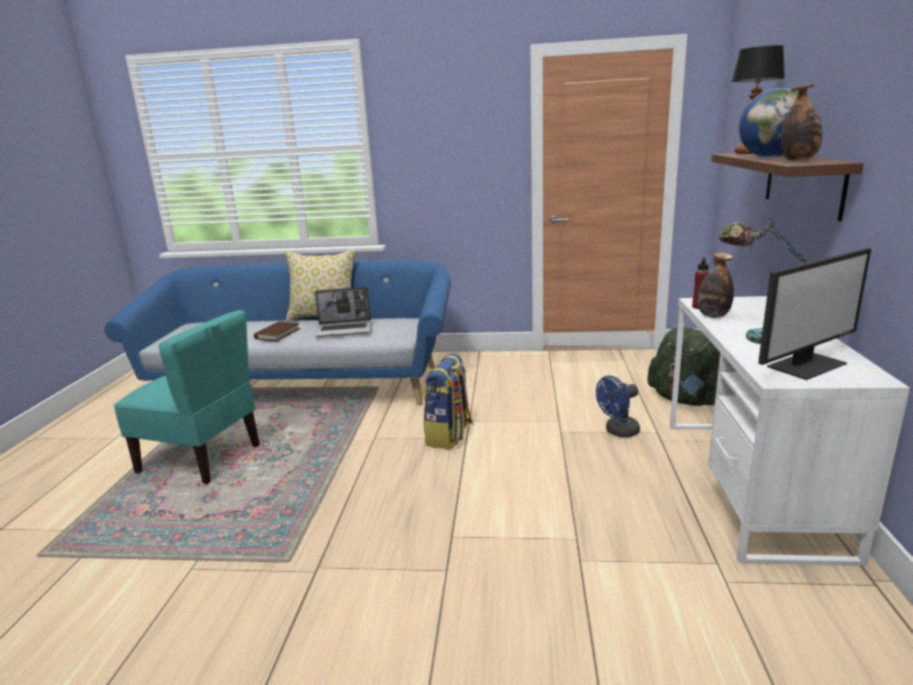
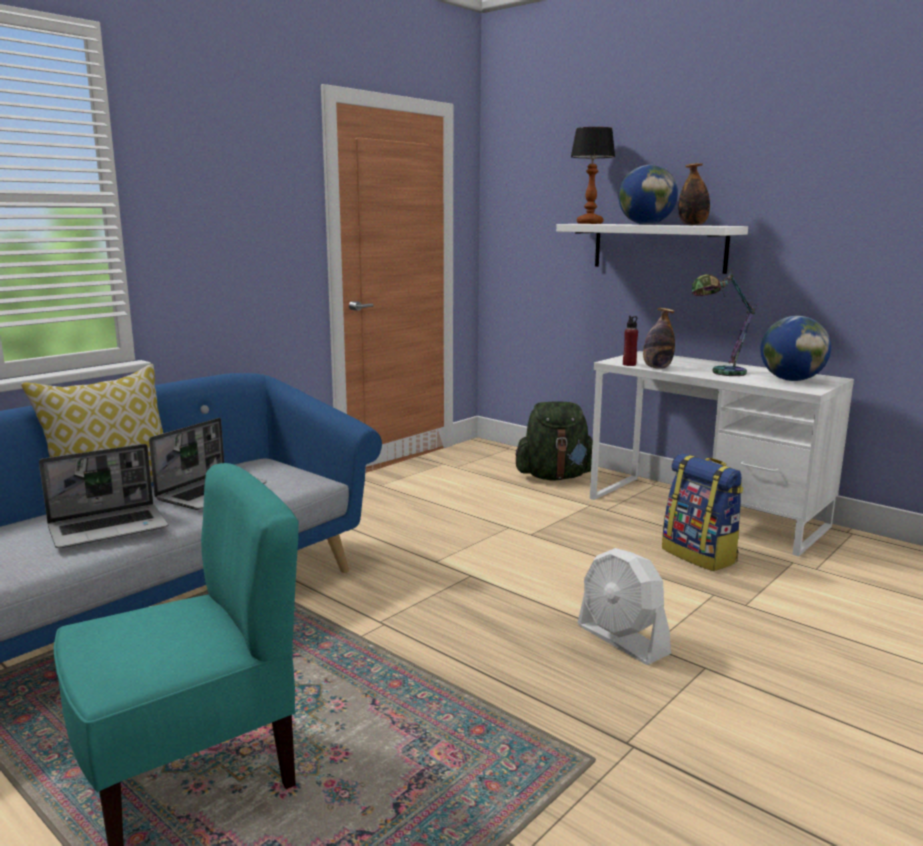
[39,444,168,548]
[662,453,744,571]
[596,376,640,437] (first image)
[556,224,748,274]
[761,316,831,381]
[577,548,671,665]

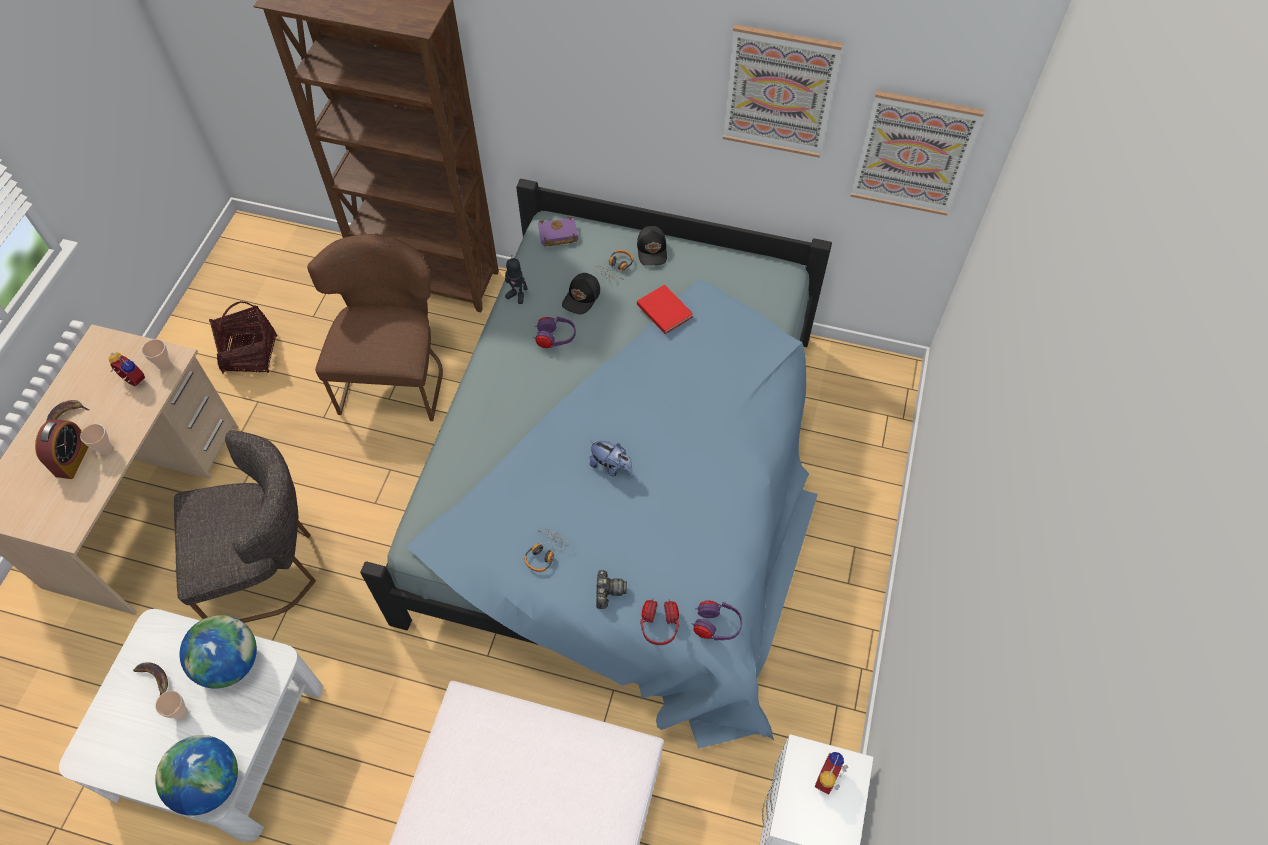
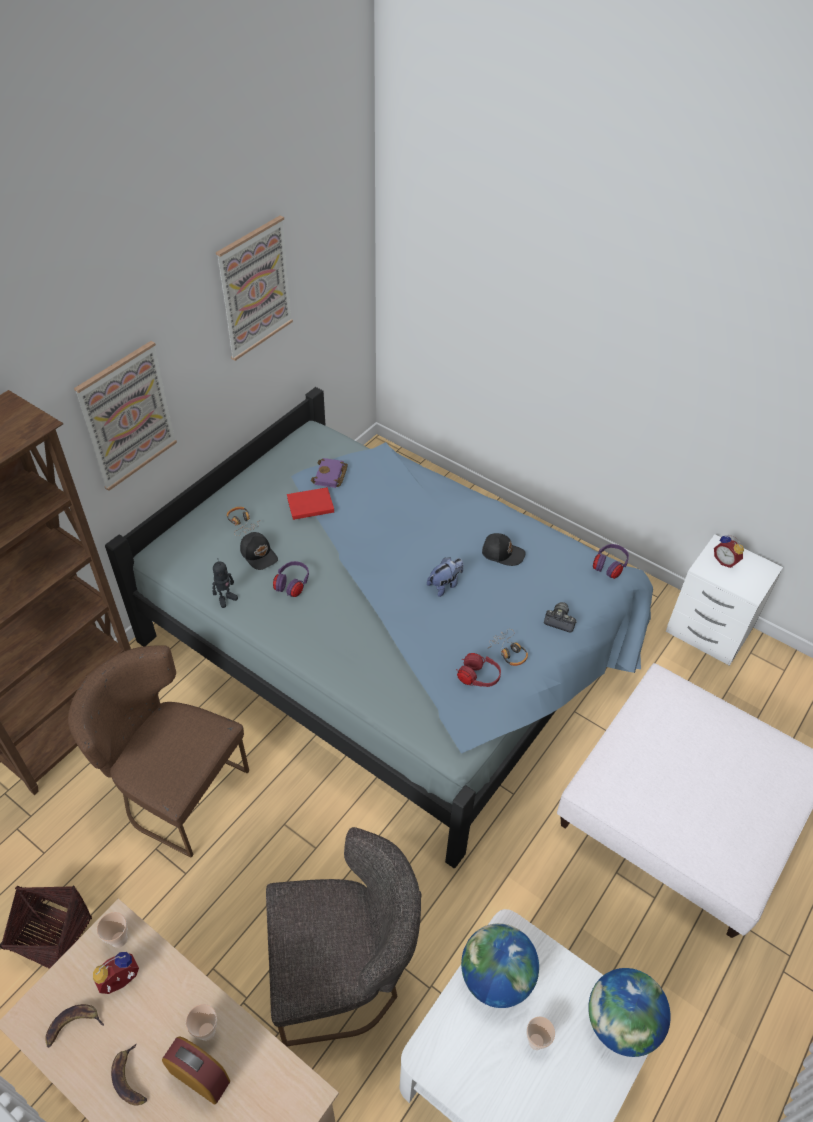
[45,1004,104,1048]
[266,827,421,1046]
[311,458,348,488]
[482,533,526,566]
[456,653,501,687]
[74,341,177,491]

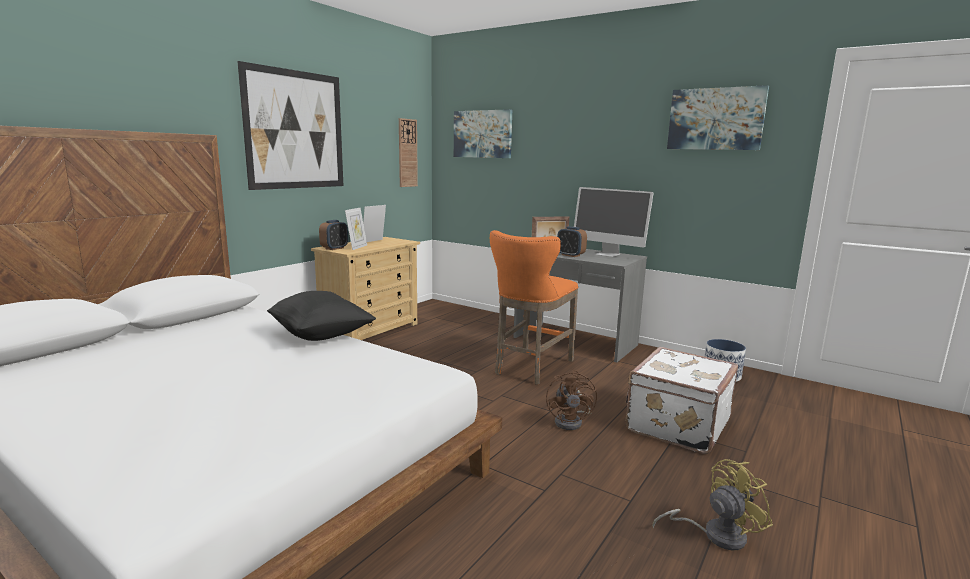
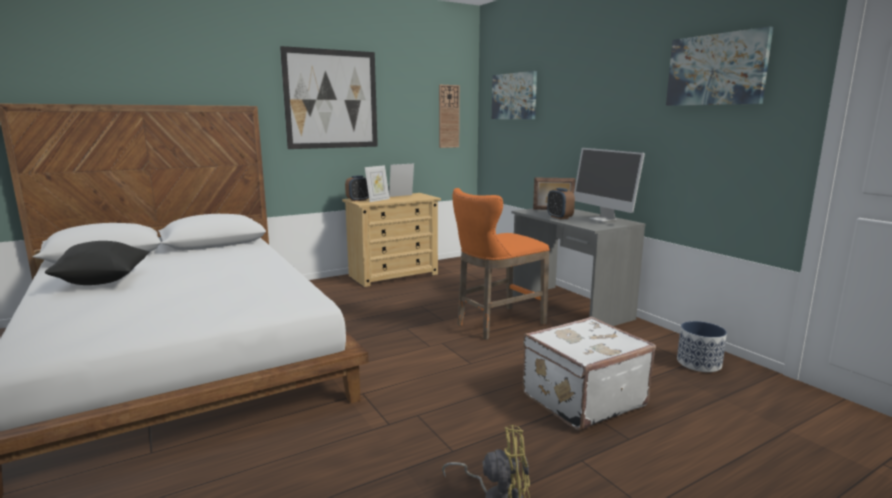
[45,241,149,285]
[546,370,597,430] (first image)

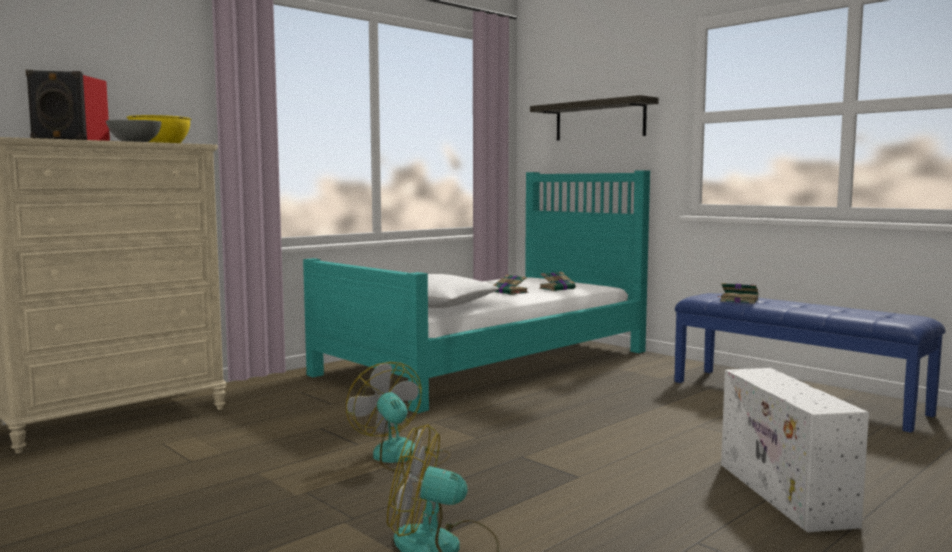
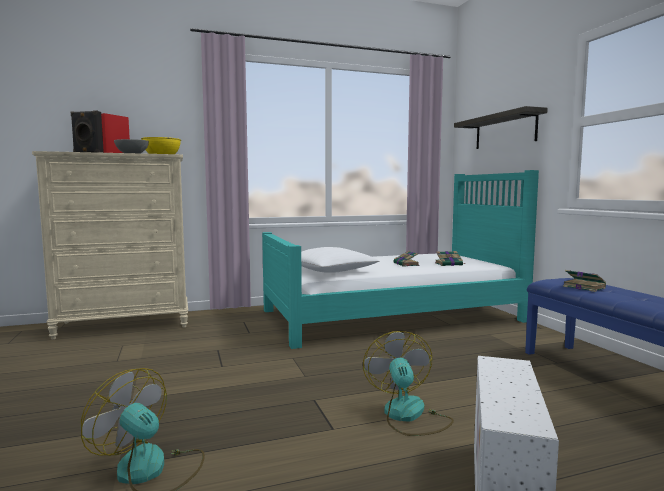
[363,331,454,436]

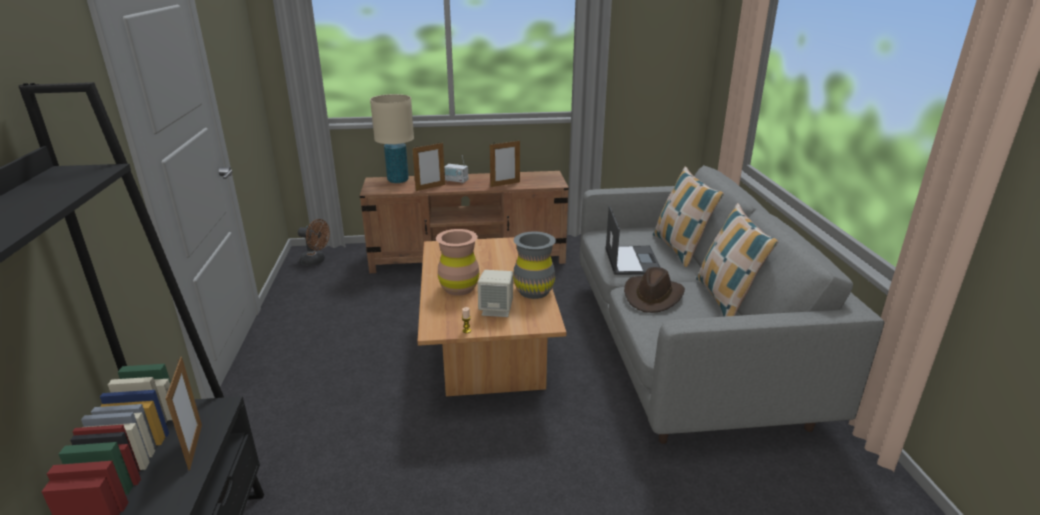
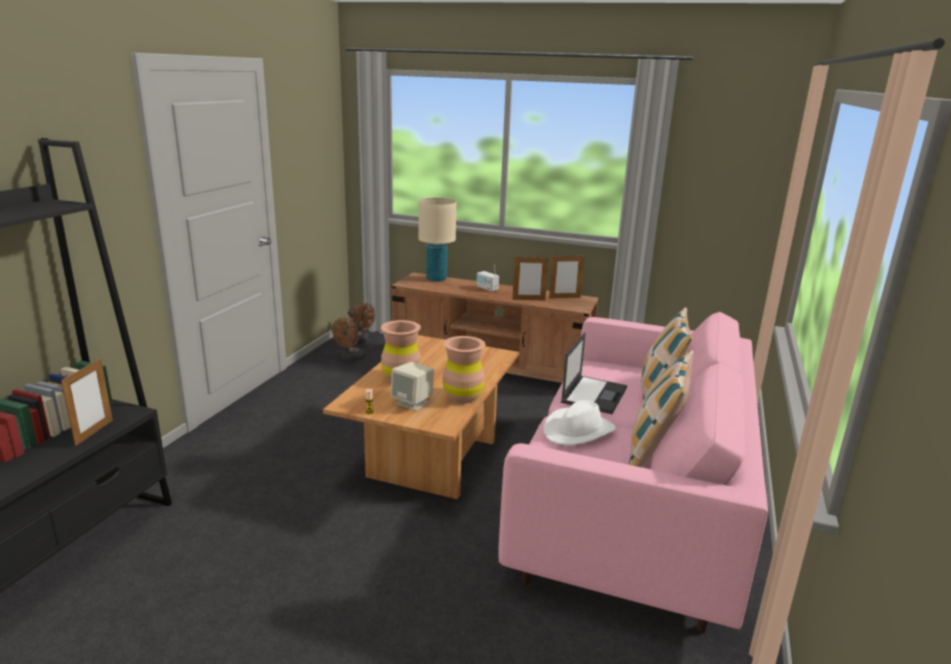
[549,254,585,298]
[442,336,486,403]
[498,312,768,633]
[543,400,616,445]
[332,318,365,361]

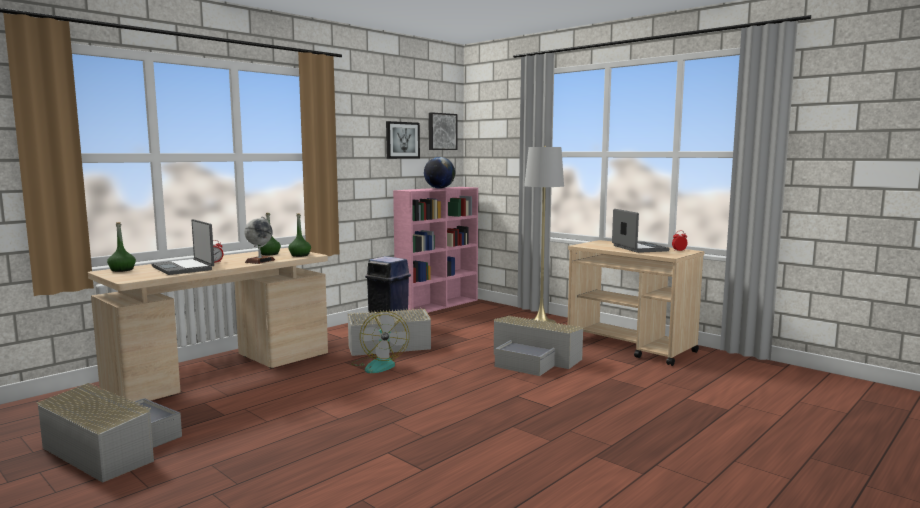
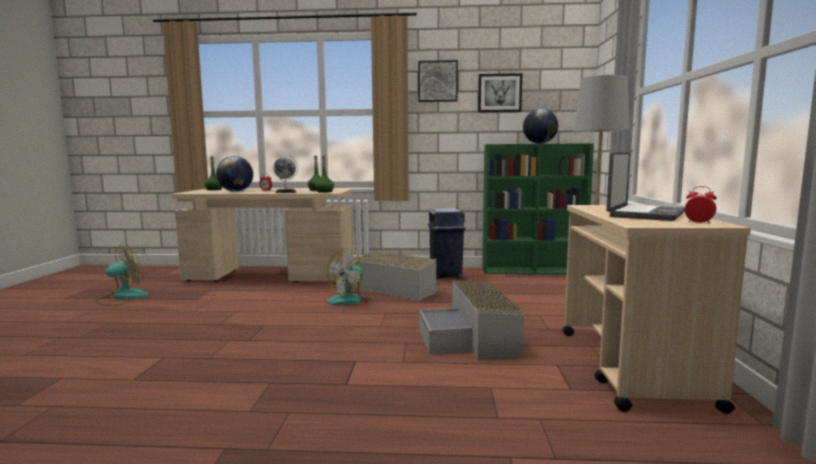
[94,245,149,305]
[216,156,253,192]
[482,143,594,274]
[418,60,458,102]

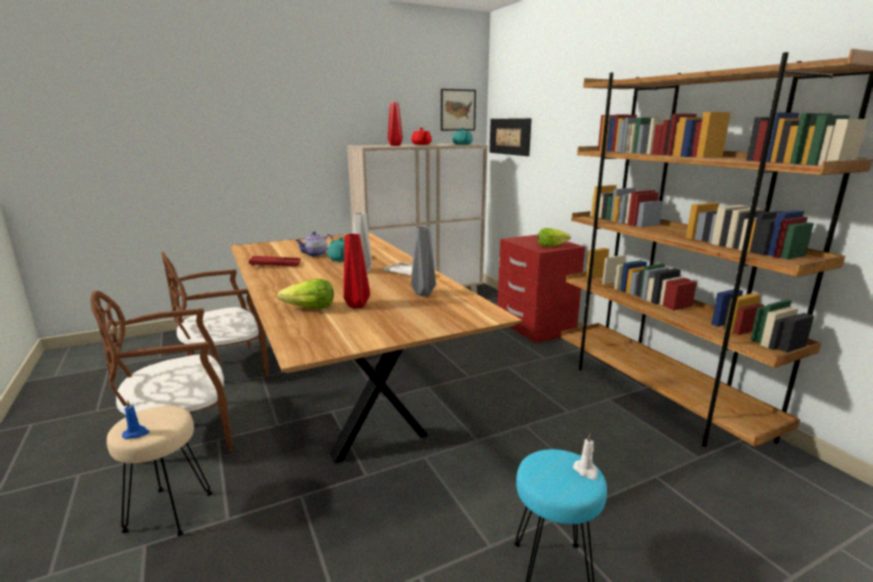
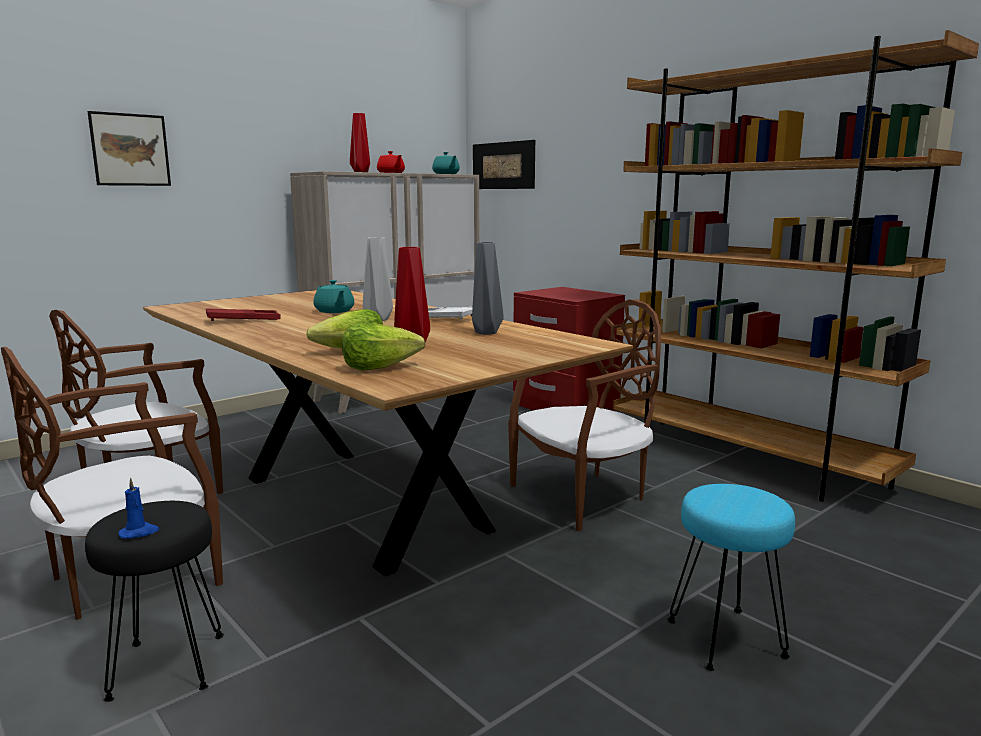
[85,501,224,702]
[295,231,334,257] (first image)
[87,111,171,186]
[342,323,425,371]
[573,434,598,480] (first image)
[508,299,661,531]

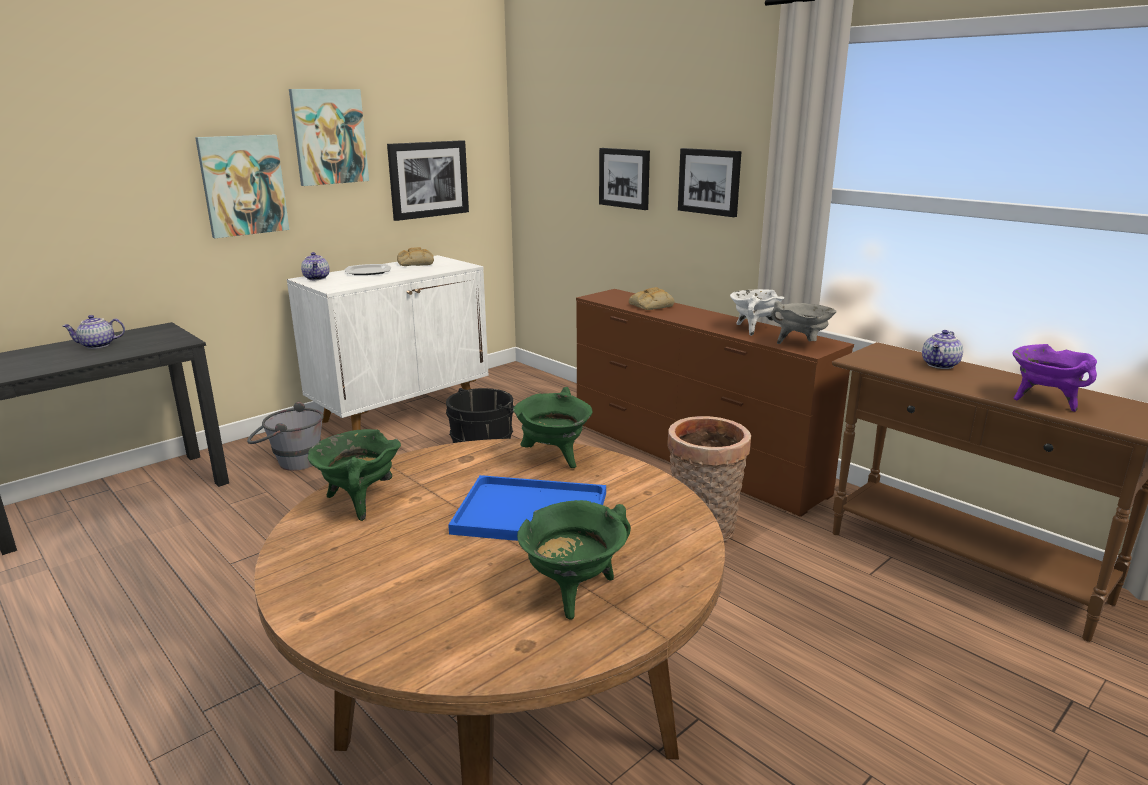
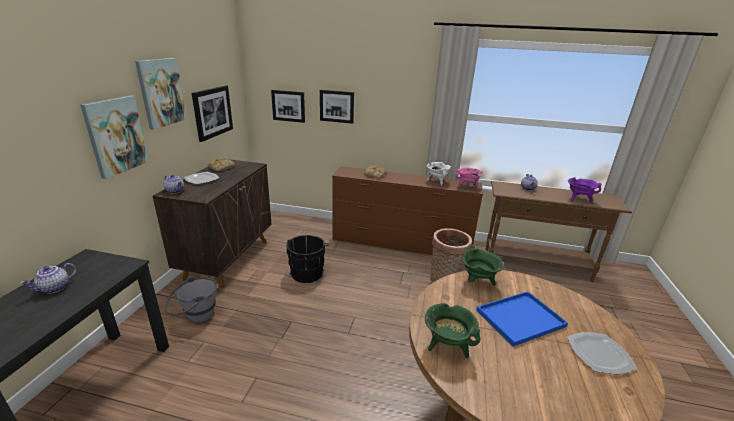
[152,159,271,288]
[567,332,637,374]
[271,90,305,123]
[456,168,483,189]

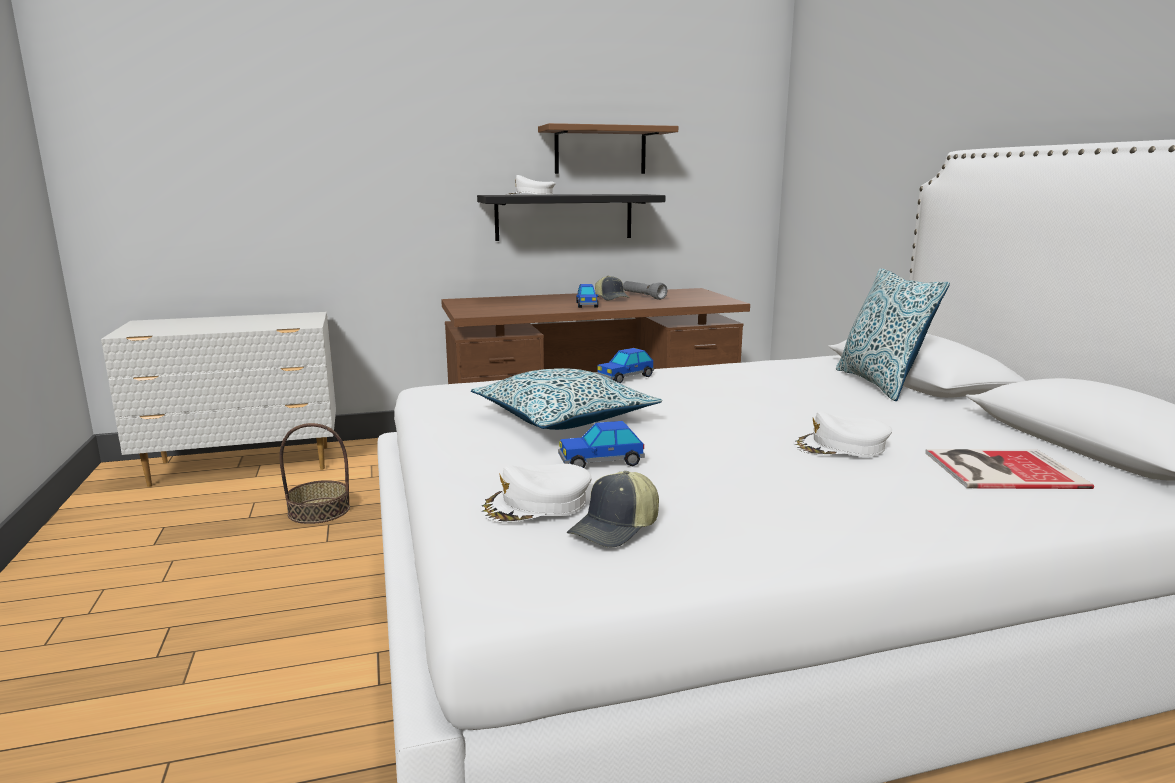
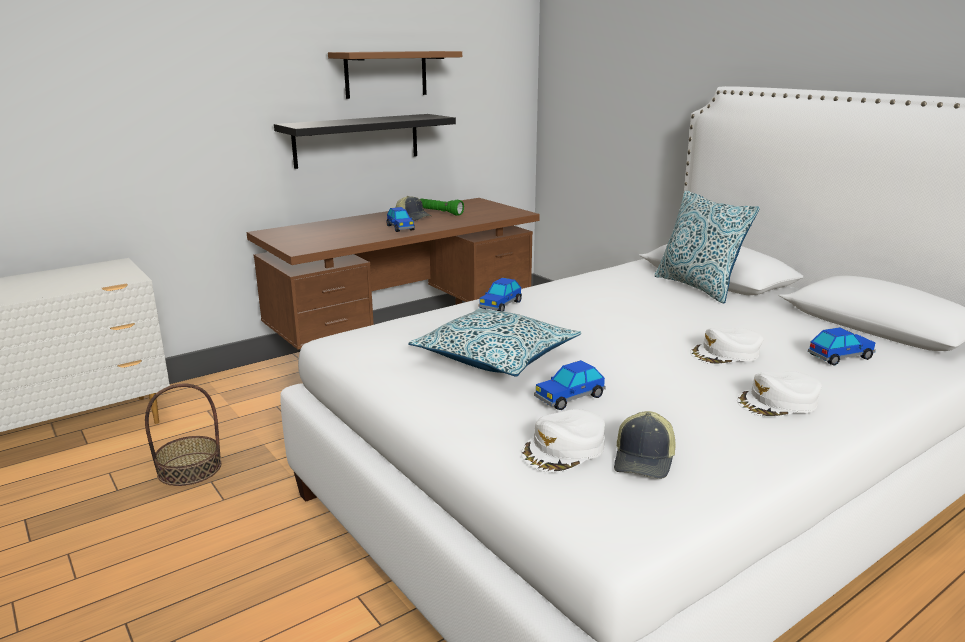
[737,372,822,417]
[420,198,464,216]
[808,327,876,366]

